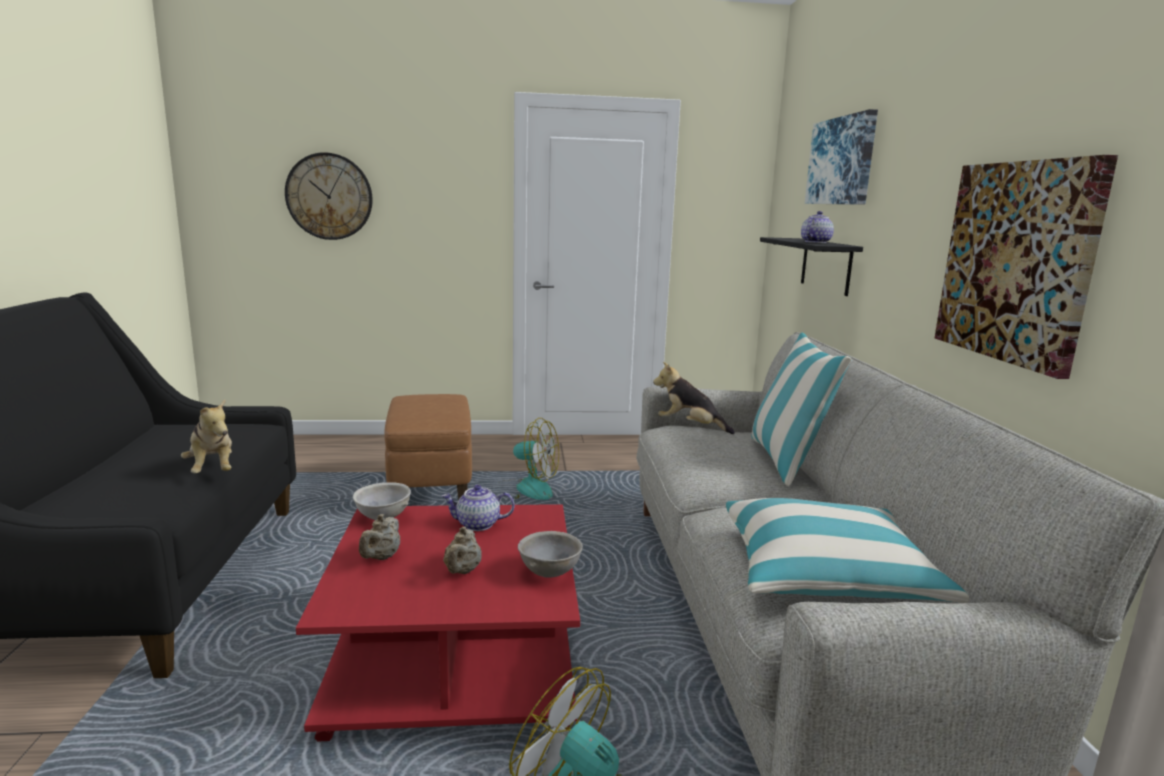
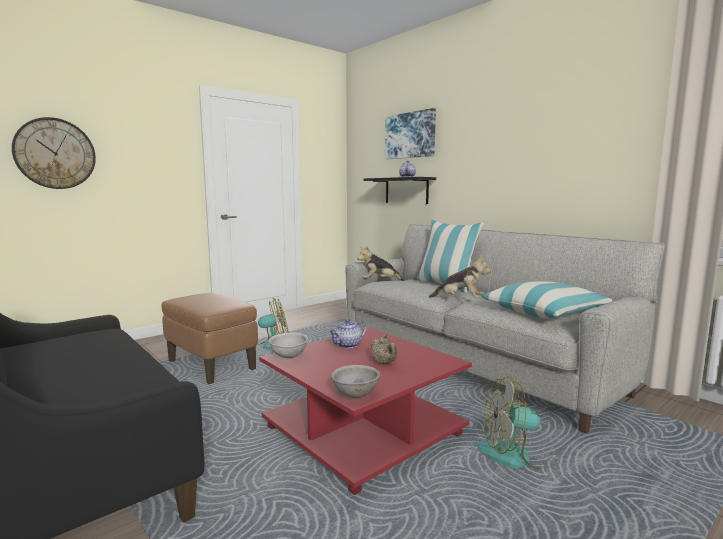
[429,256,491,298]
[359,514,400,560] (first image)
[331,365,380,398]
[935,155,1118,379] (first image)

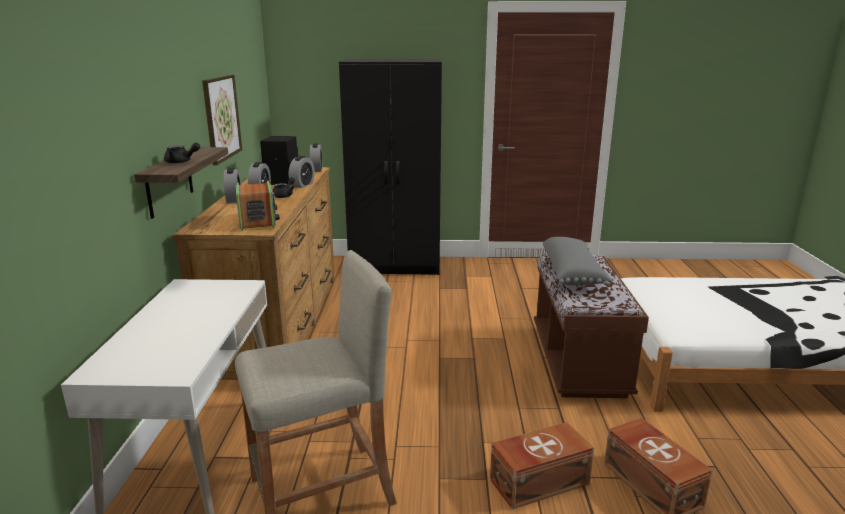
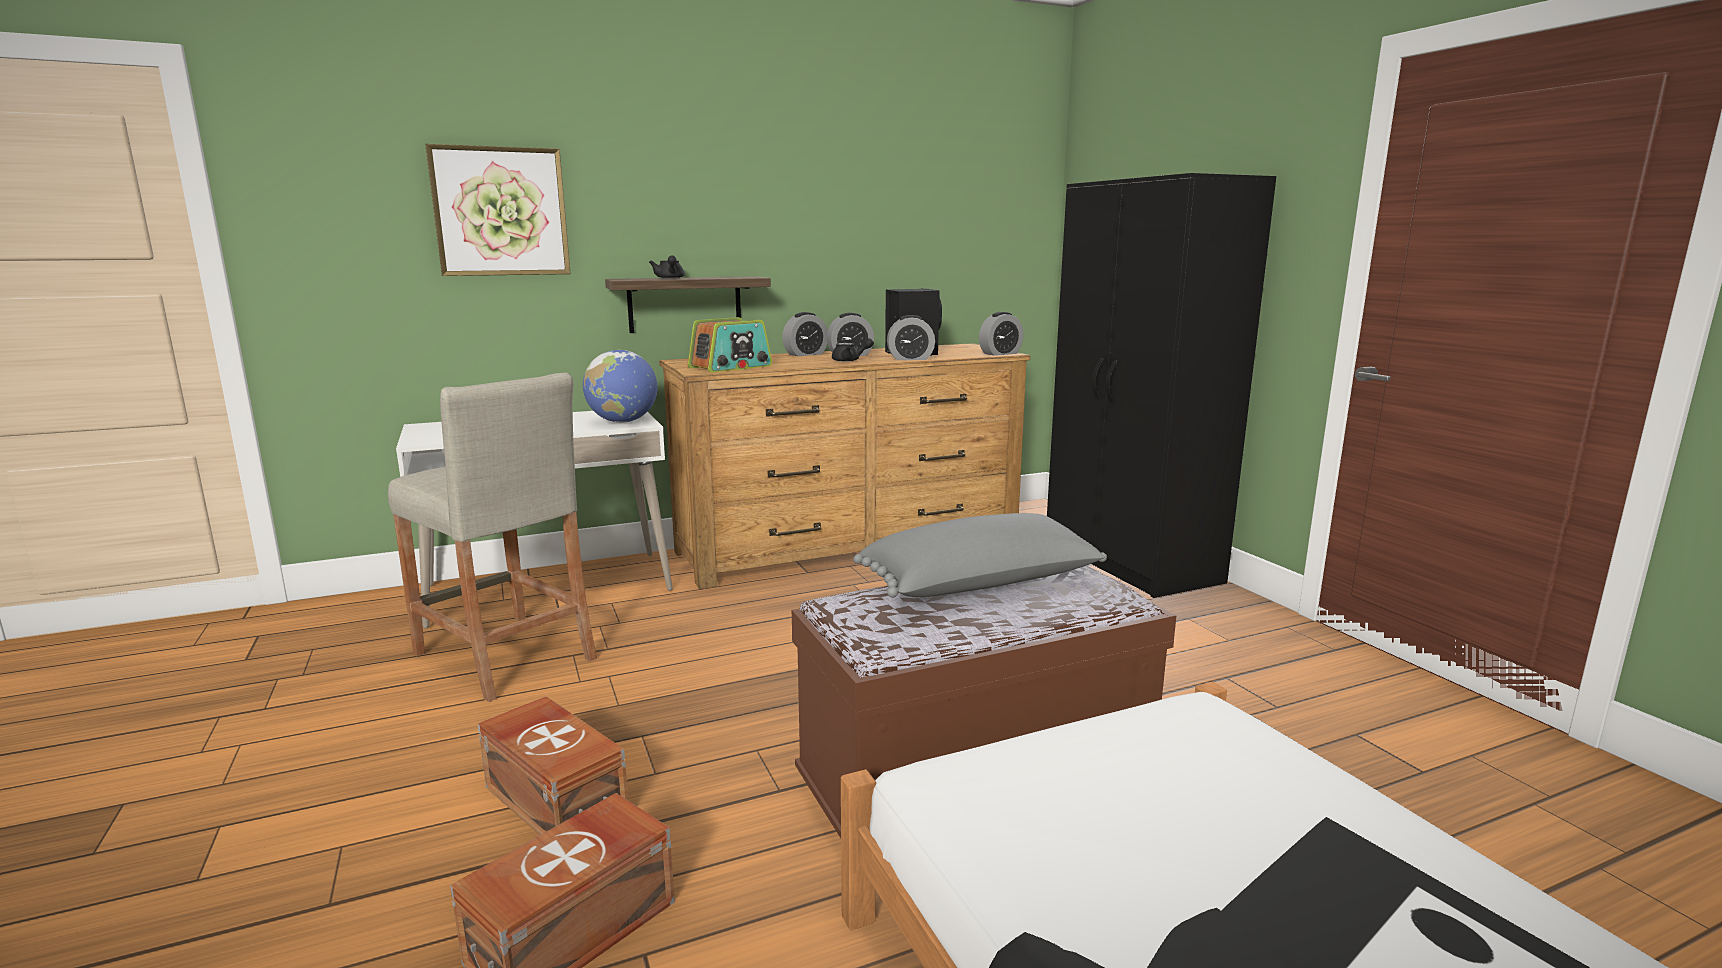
[425,144,571,276]
[583,350,658,423]

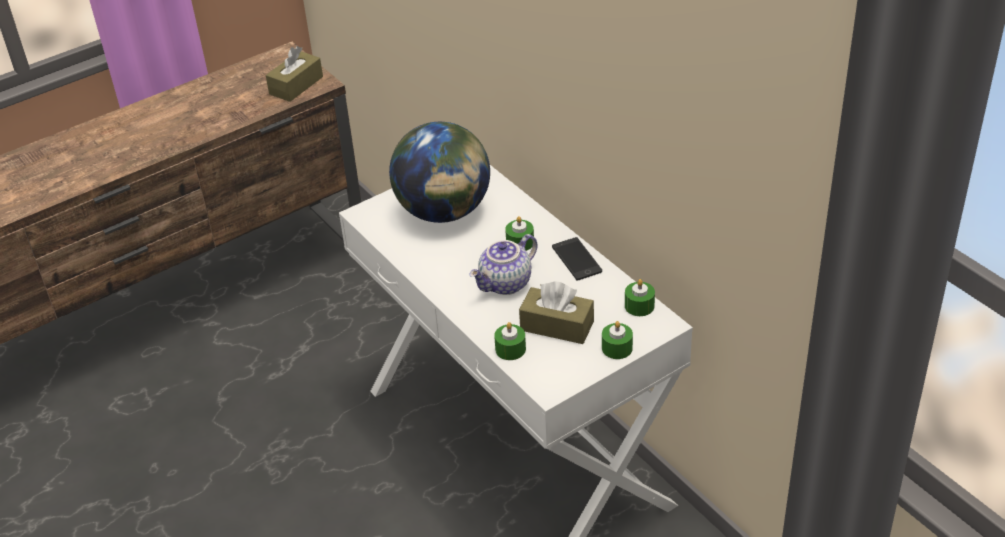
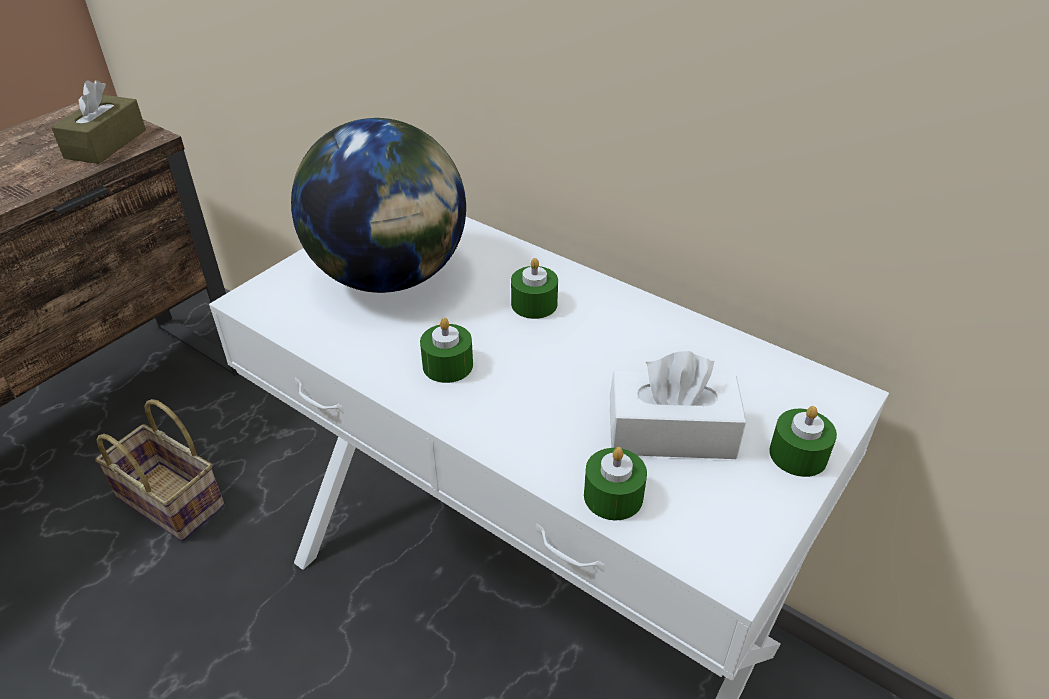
[469,234,537,295] (first image)
[610,351,746,459]
[552,237,602,280] (first image)
[420,318,473,383]
[95,399,225,541]

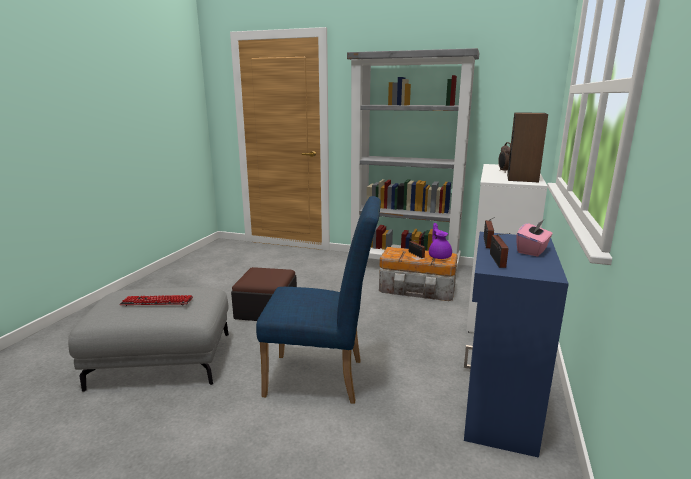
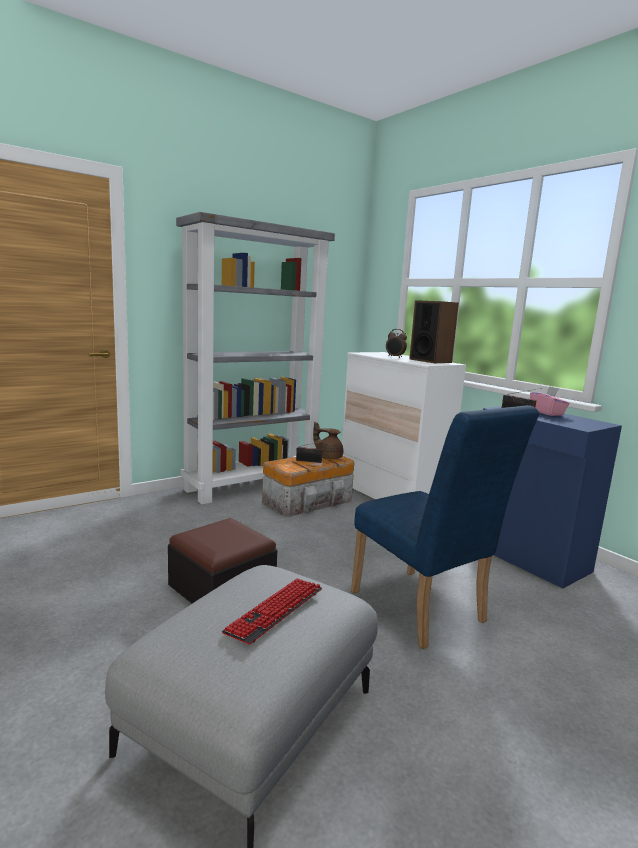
[351,405,539,649]
[313,421,343,459]
[490,233,510,268] (first image)

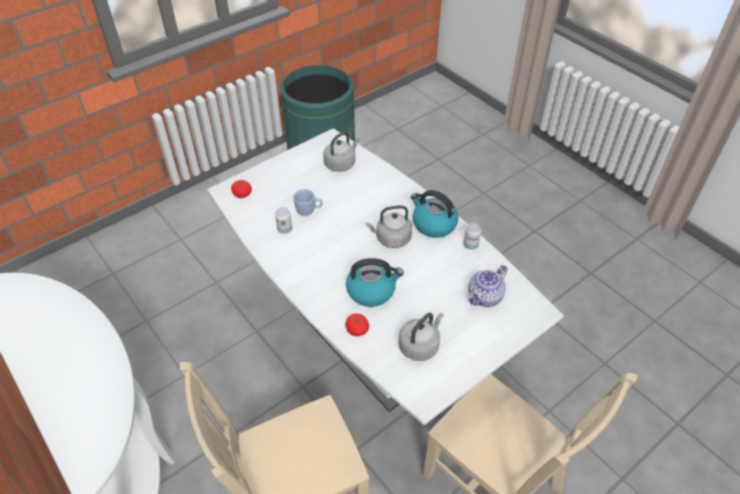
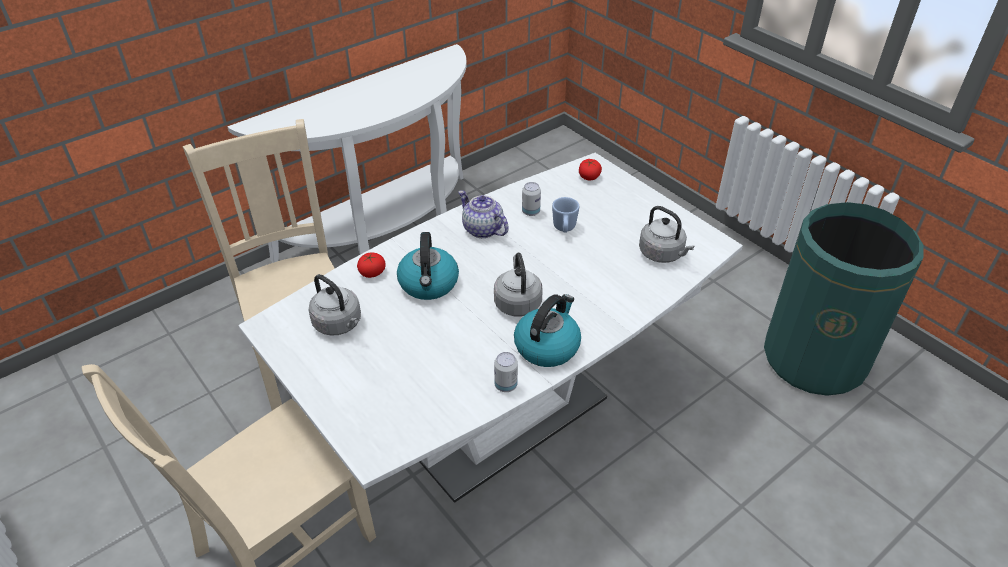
[458,190,509,238]

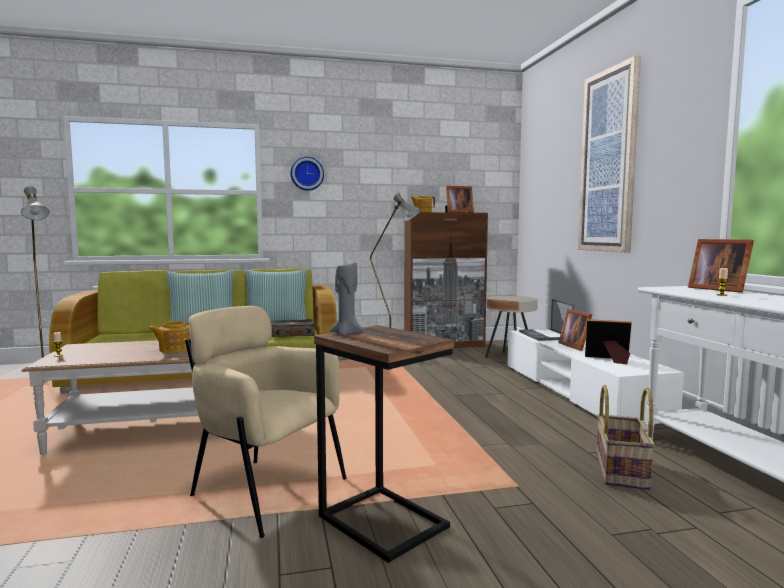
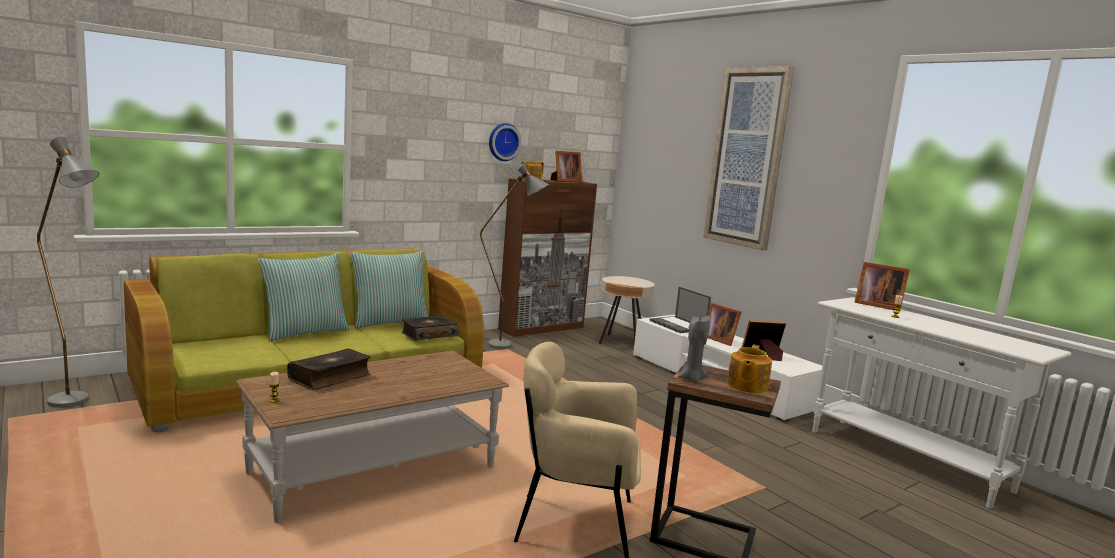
[727,345,772,393]
[489,123,521,161]
[597,385,655,490] (first image)
[287,348,371,390]

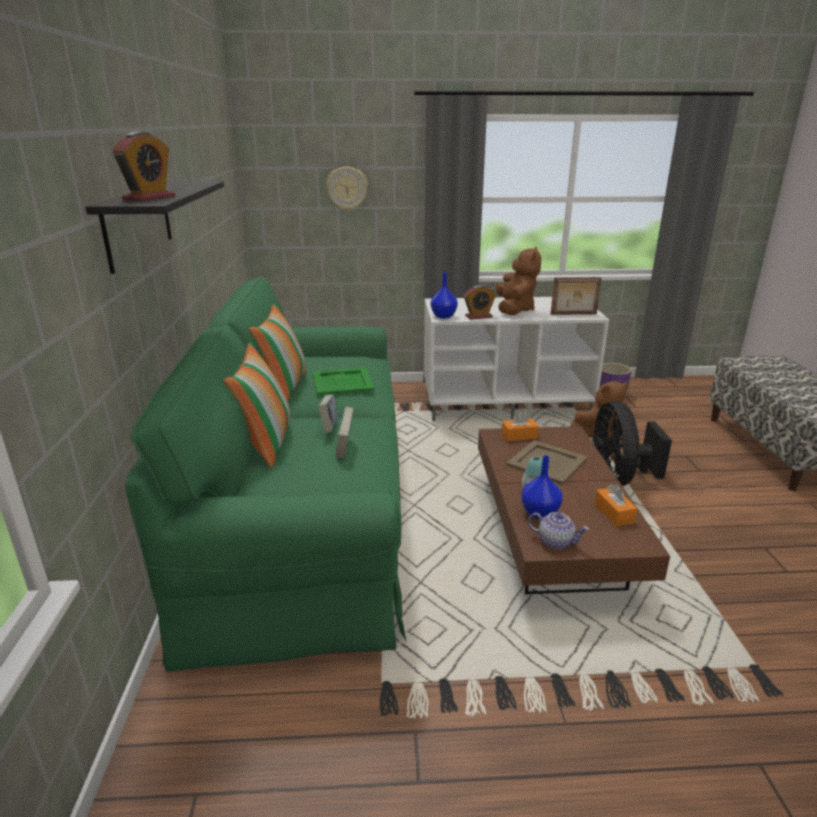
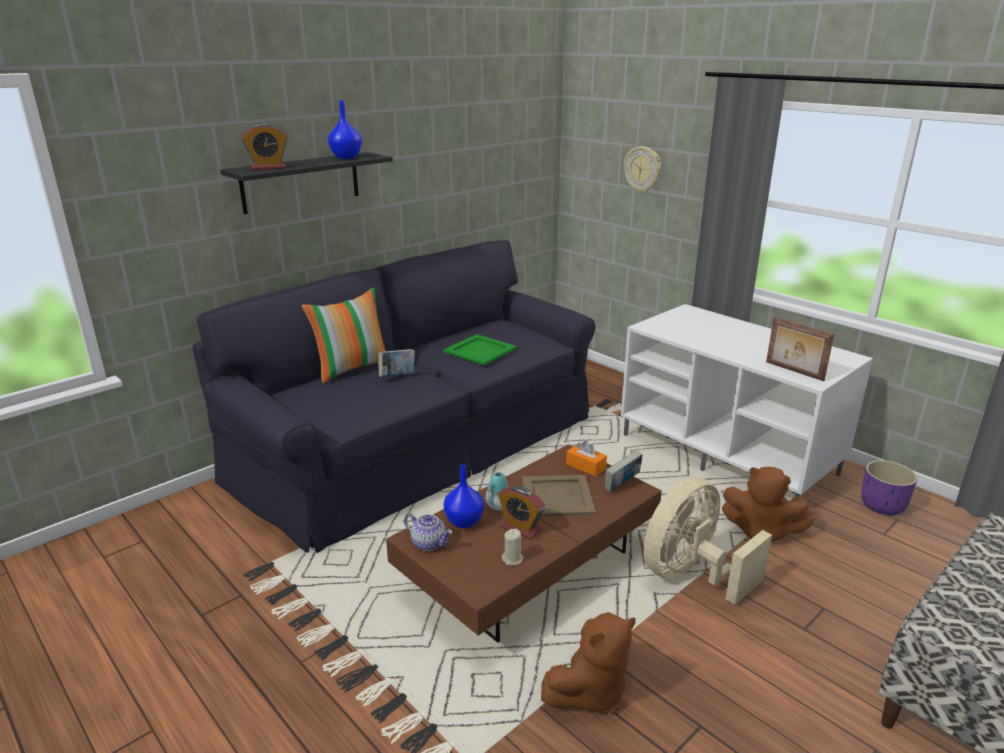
[193,240,595,553]
[249,304,306,402] (first image)
[605,450,642,492]
[328,100,362,159]
[498,485,545,540]
[541,612,636,714]
[404,514,453,551]
[643,477,772,605]
[502,529,524,565]

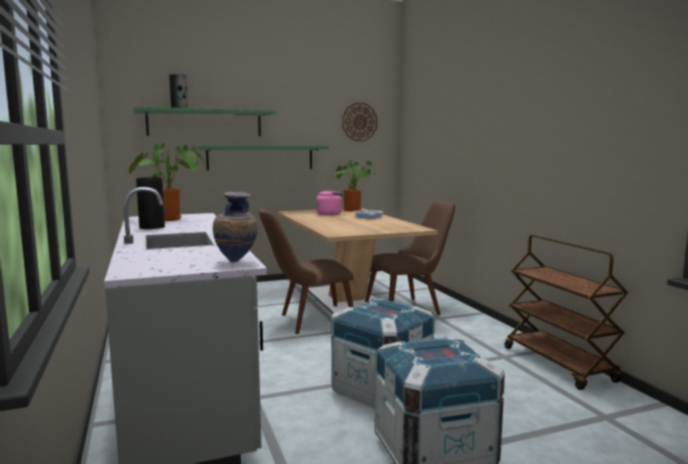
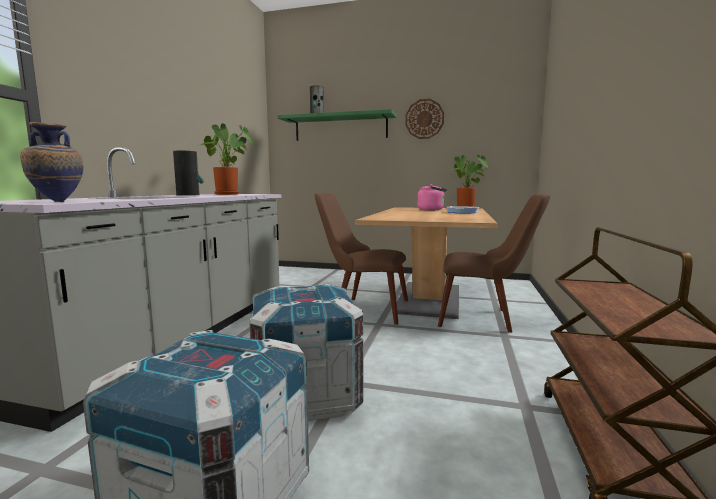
[196,146,329,171] (first image)
[405,99,444,139]

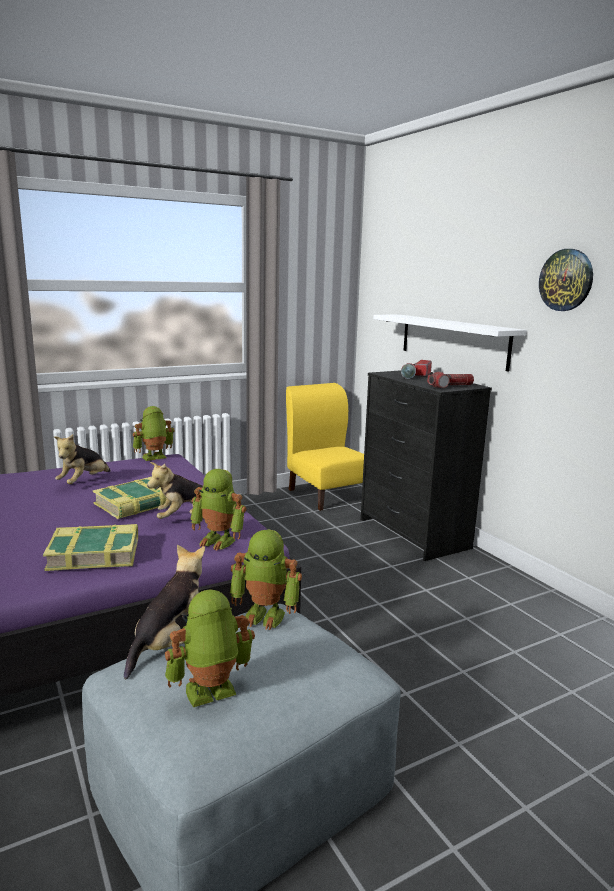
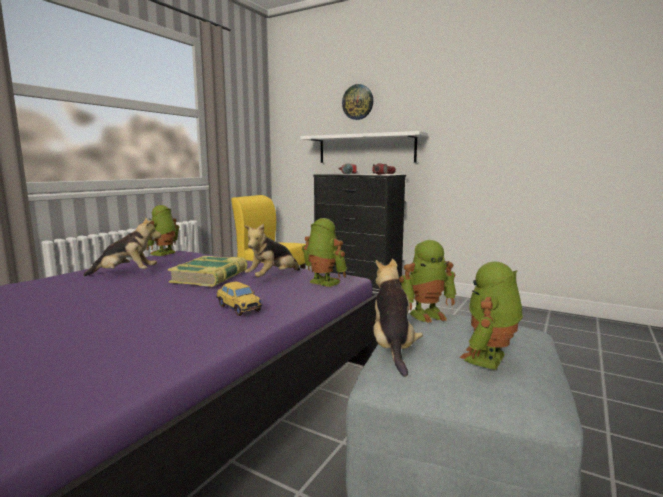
[216,282,262,316]
[83,217,161,276]
[302,218,347,287]
[342,84,373,120]

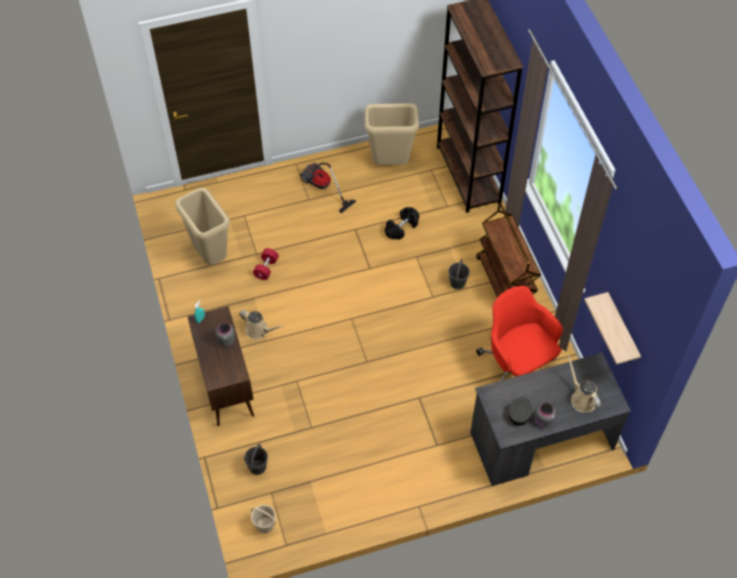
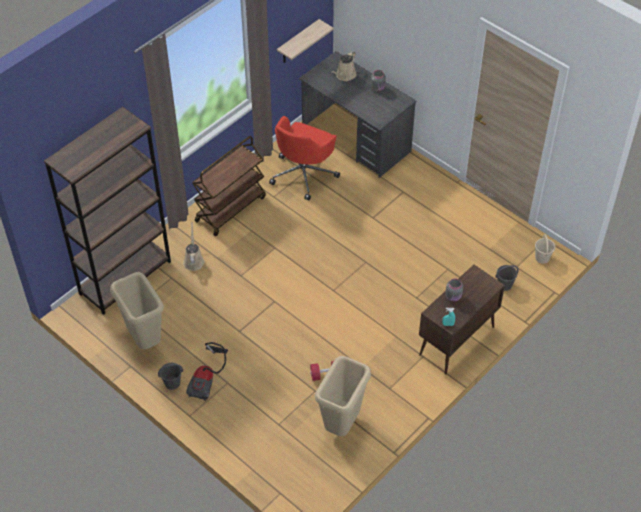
[183,222,204,271]
[385,207,419,240] (first image)
[158,363,183,390]
[508,397,532,426] (first image)

